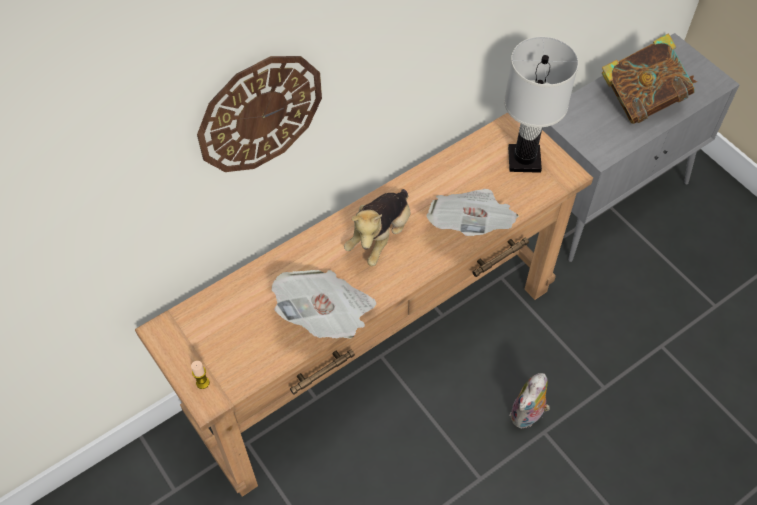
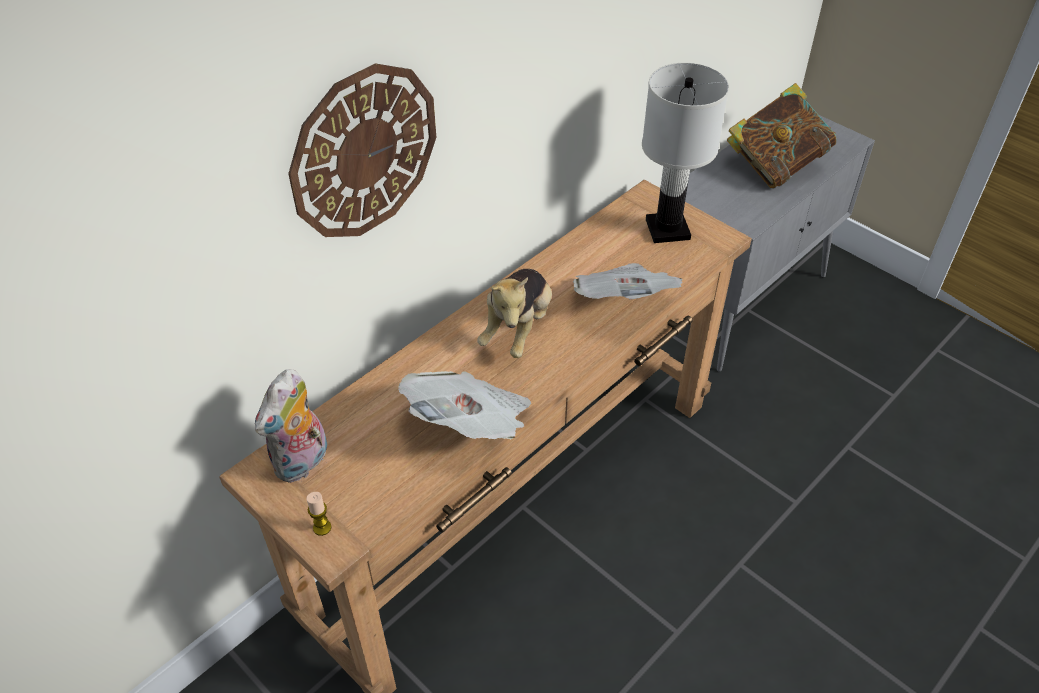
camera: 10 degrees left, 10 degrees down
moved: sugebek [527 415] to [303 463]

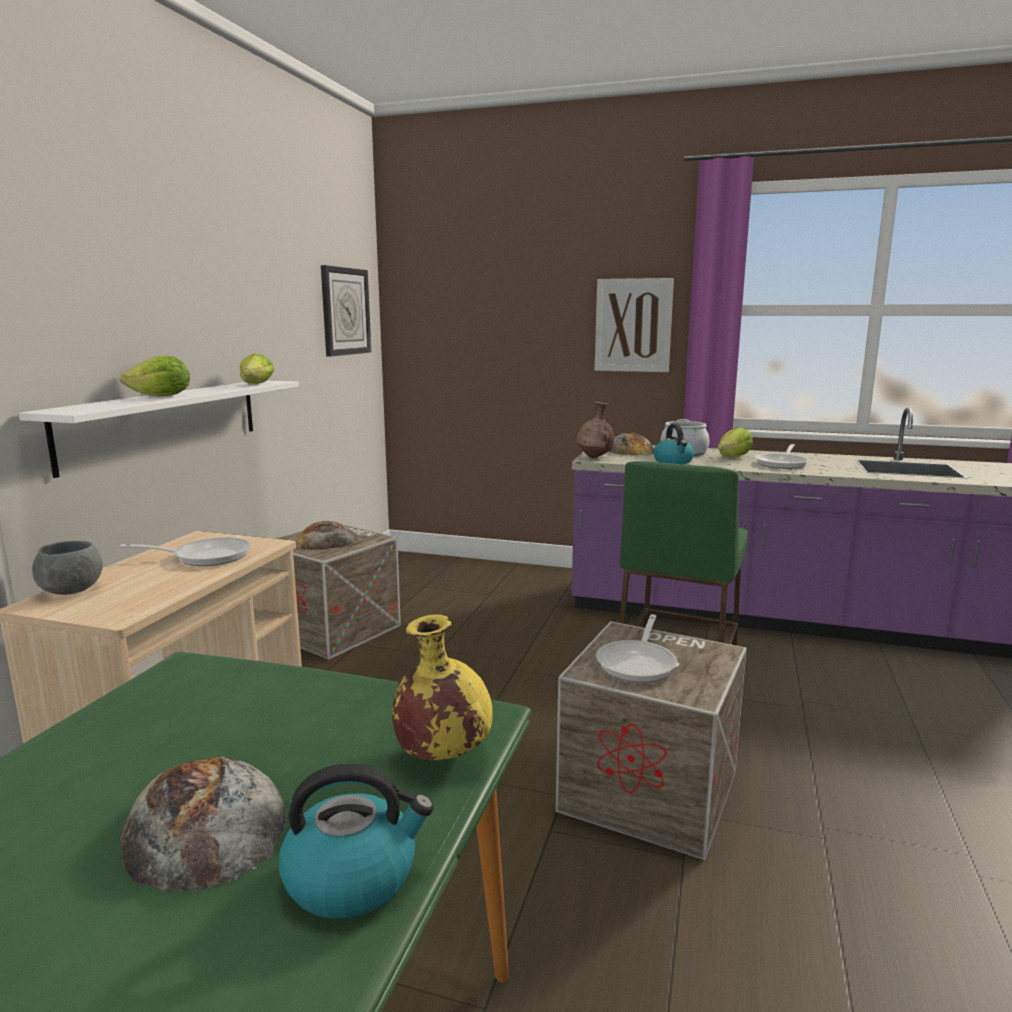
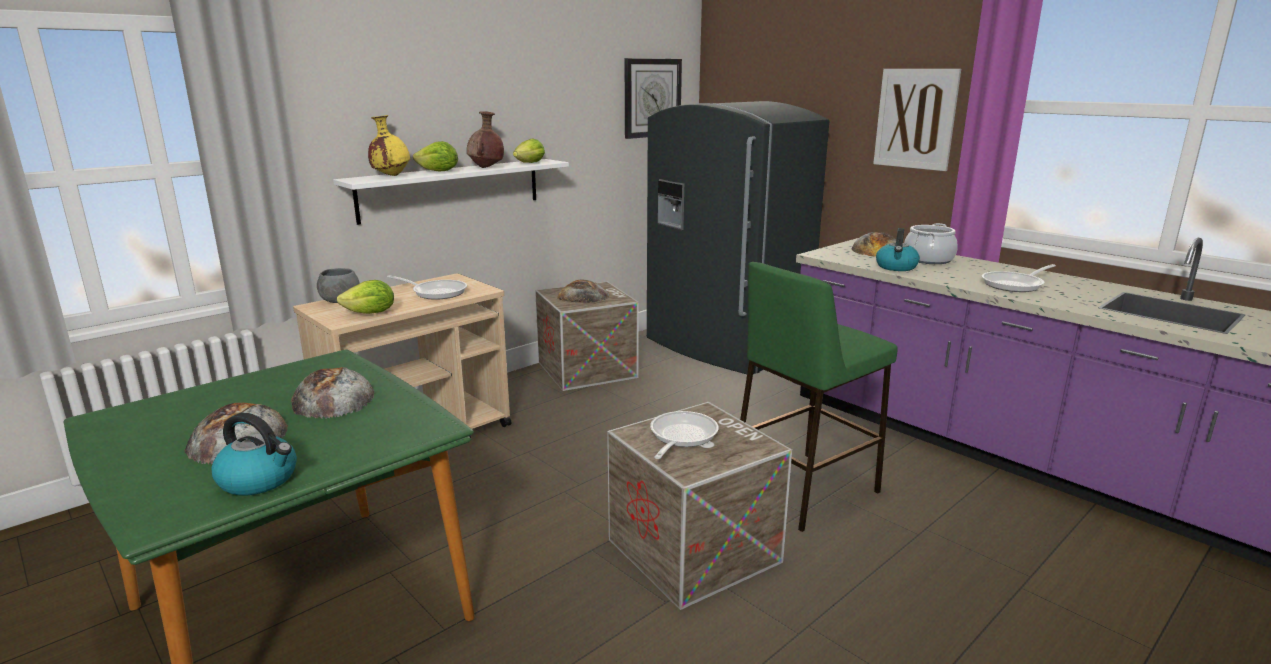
camera: 30 degrees right, 5 degrees up
added: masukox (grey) [724 347]; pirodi [332 398]
moved: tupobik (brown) [595 457] to [486 167]; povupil [734 457] to [371 313]; tupobik (yellow) [441 755] to [391 176]
turned: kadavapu [638 663] = [681 437] 150 degrees clockwise

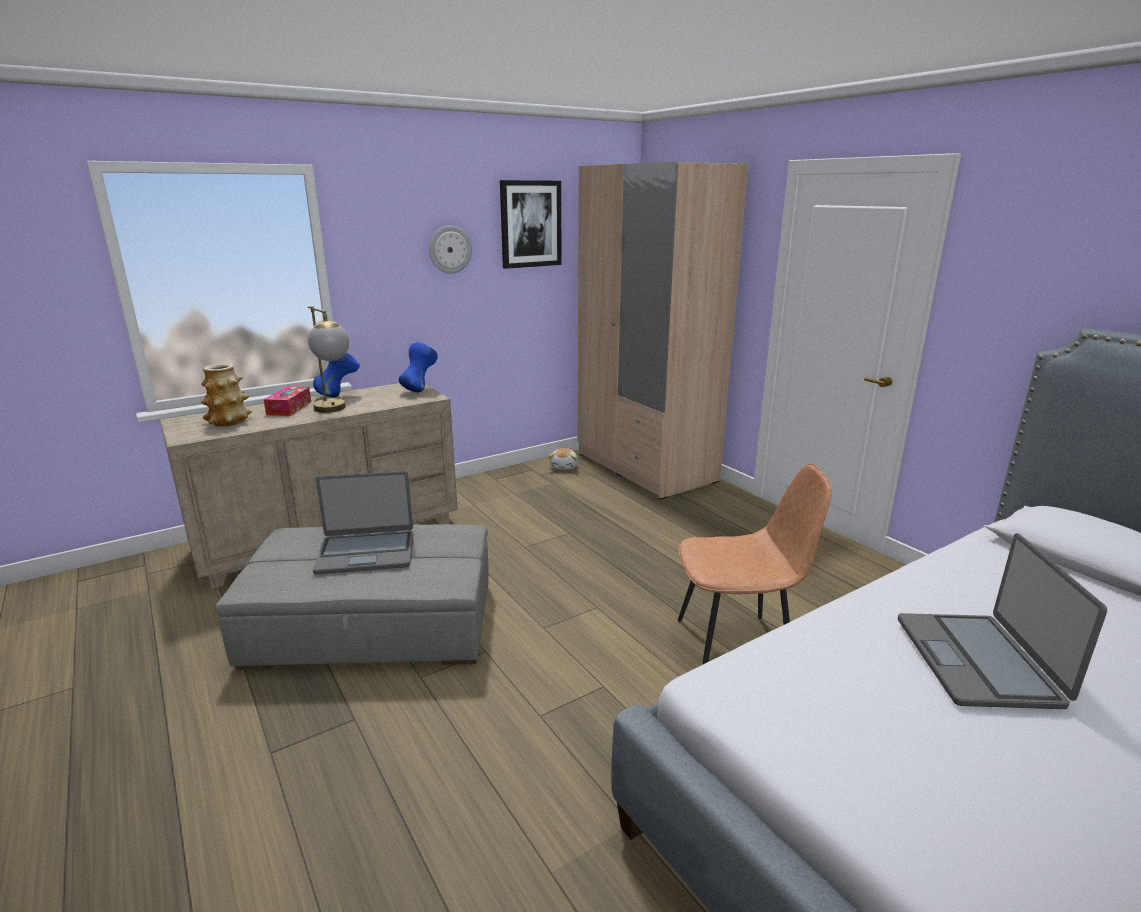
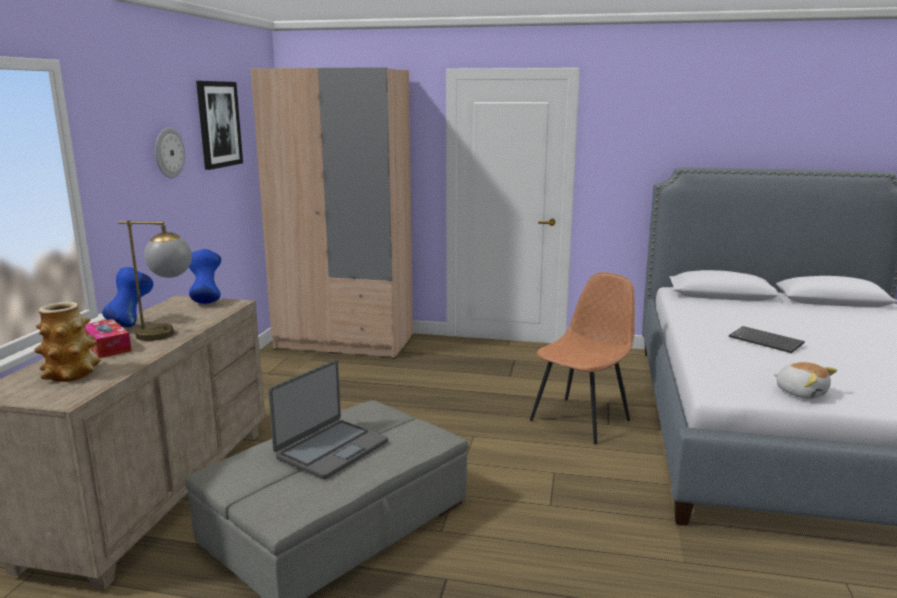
camera: 45 degrees left, 5 degrees down
moved: sugebek [564 466] to [801 392]
replaced: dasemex [978 661] to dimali [767 341]

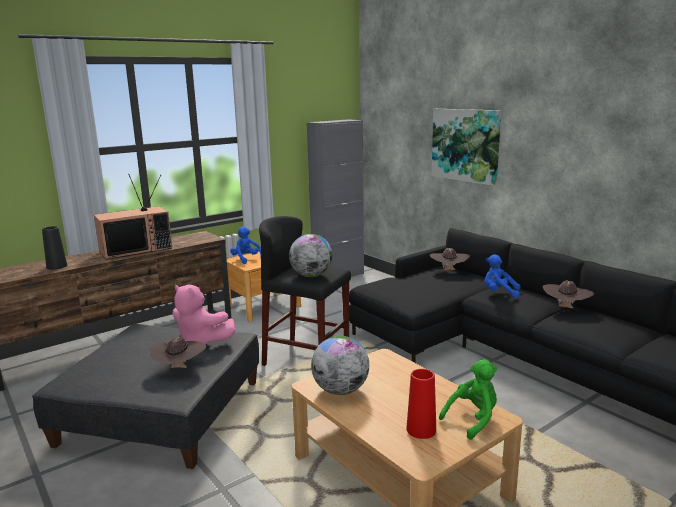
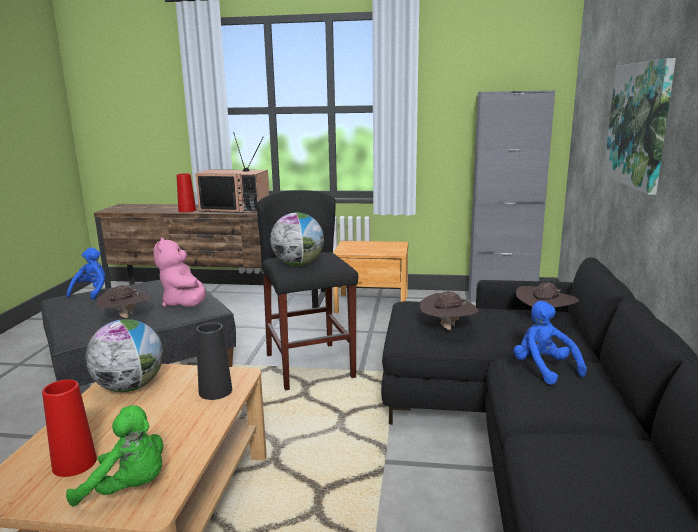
camera: 45 degrees right, 0 degrees up
added: tupobik (red) [187 210]
moved: tupobik (black) [57 266] to [215 391]; sugebek (blue) [246 259] to [92 292]; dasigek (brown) [565 308] to [447 329]

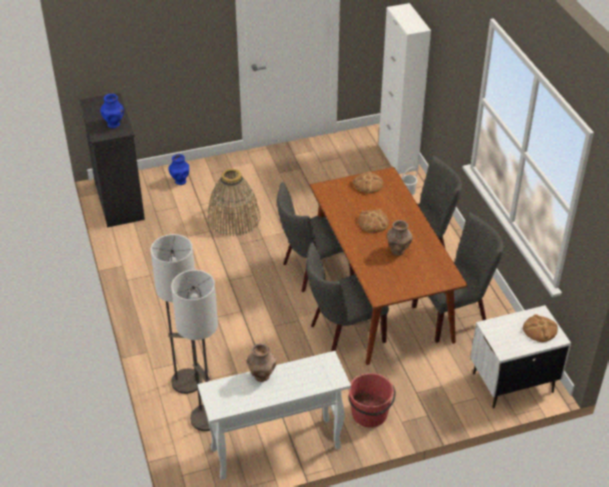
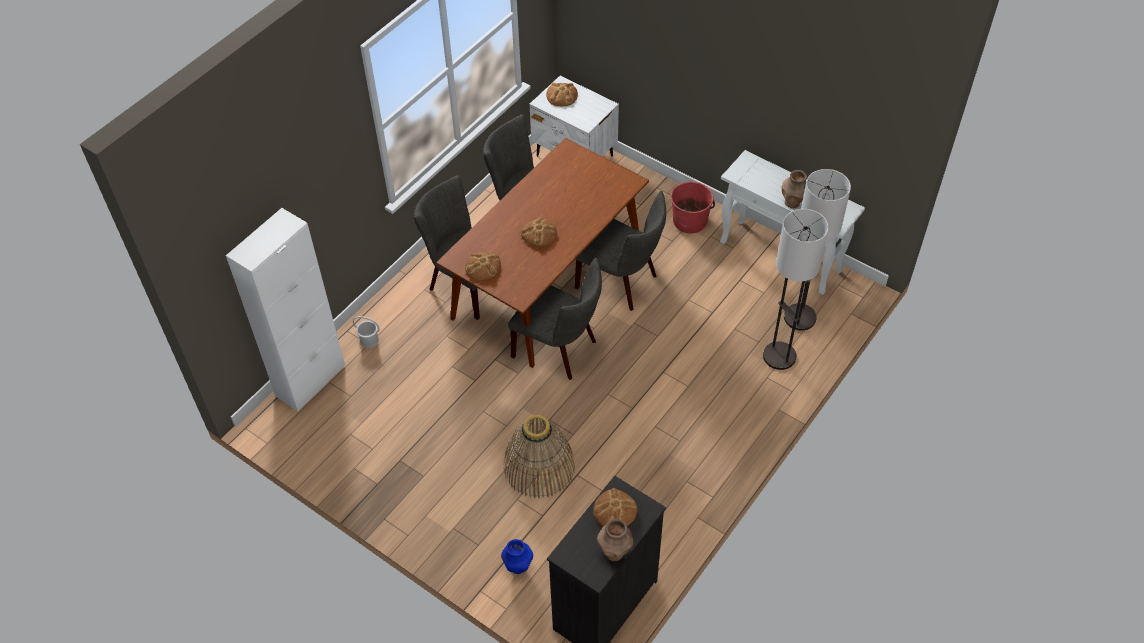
camera: 125 degrees left, 10 degrees up
moved: tupobik (brown) [397 251] to [614 552]
replaced: tupobik (blue) [114 124] to pirodi [615 510]

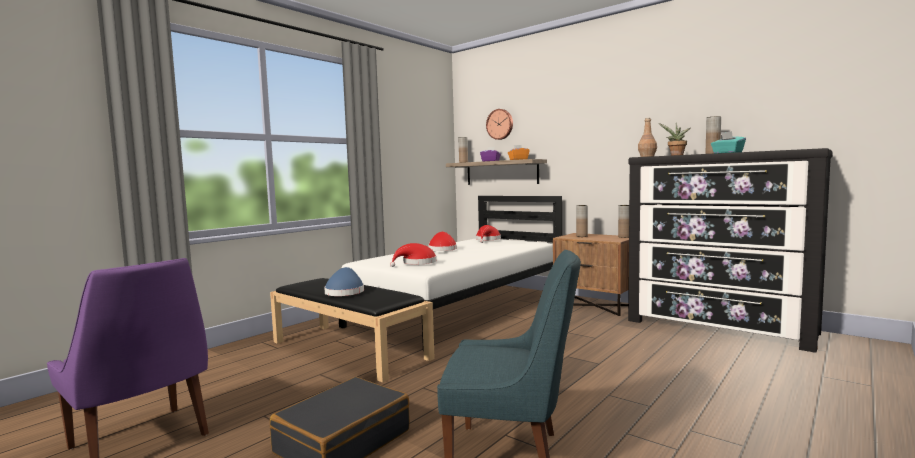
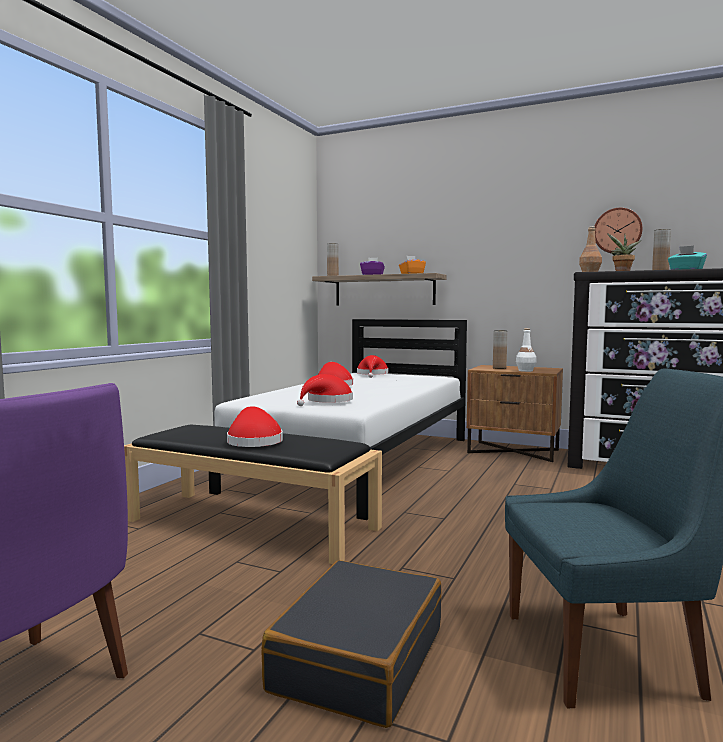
camera: 15 degrees left, 0 degrees up
removed: tupobik (brown) [624 237]
added: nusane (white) [525 371]
moved: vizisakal [500 124] to [617 231]
recoloured: dasigek (blue) [345 292] to dasigek (red) [253 441]

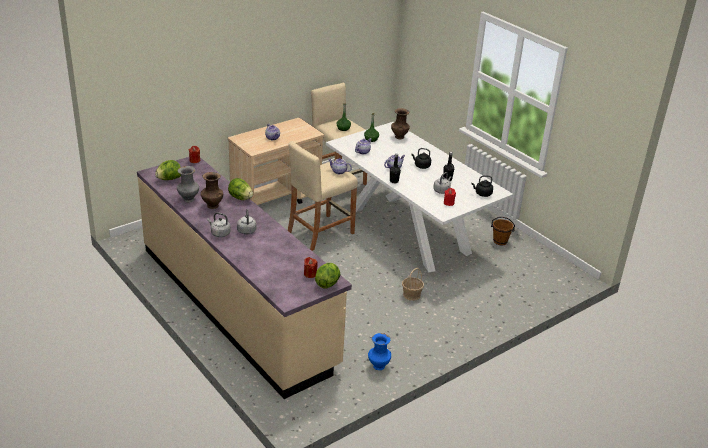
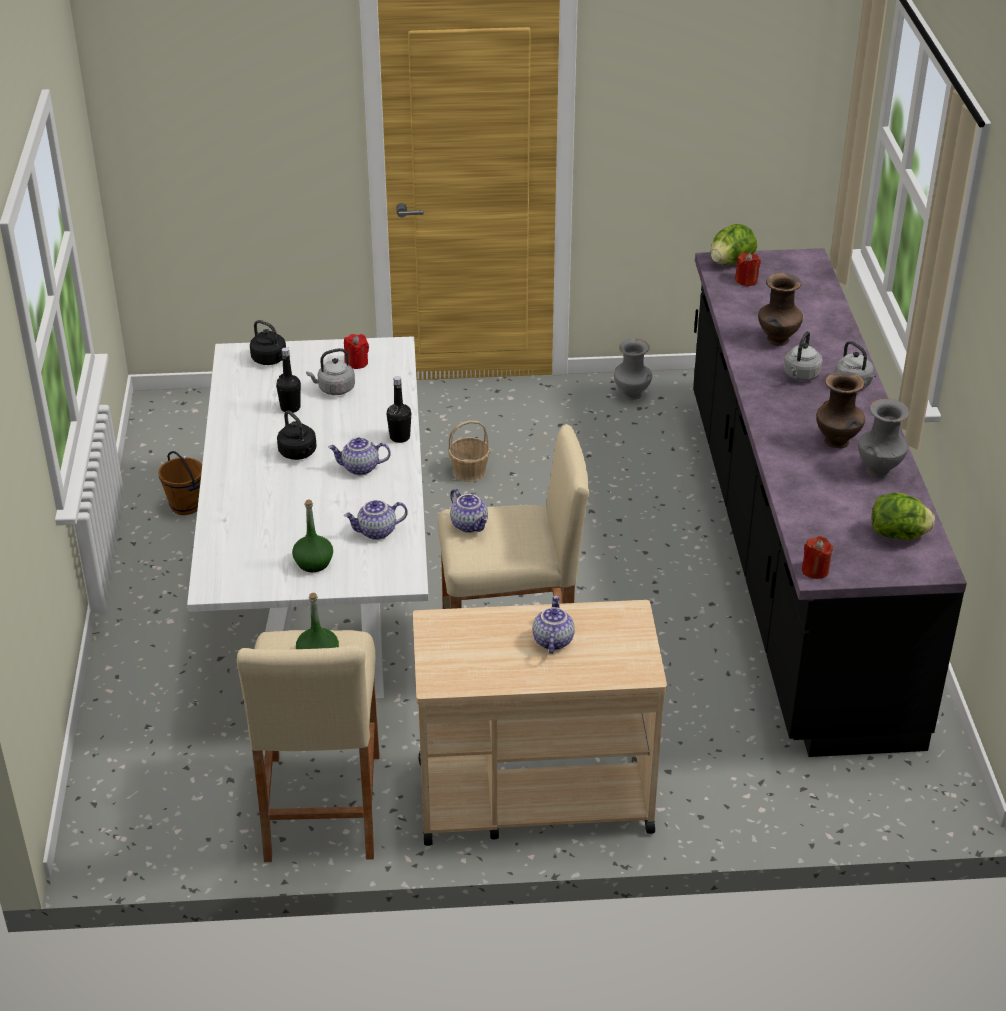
camera: 145 degrees left, 5 degrees up
removed: povupil [240 198]
moved: tupobik (brown) [399 137] to [777 340]
recoloured: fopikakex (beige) [237 305] to fopikakex (black) [792 558]; tupobik (blue) [378 366] to tupobik (grey) [632 395]

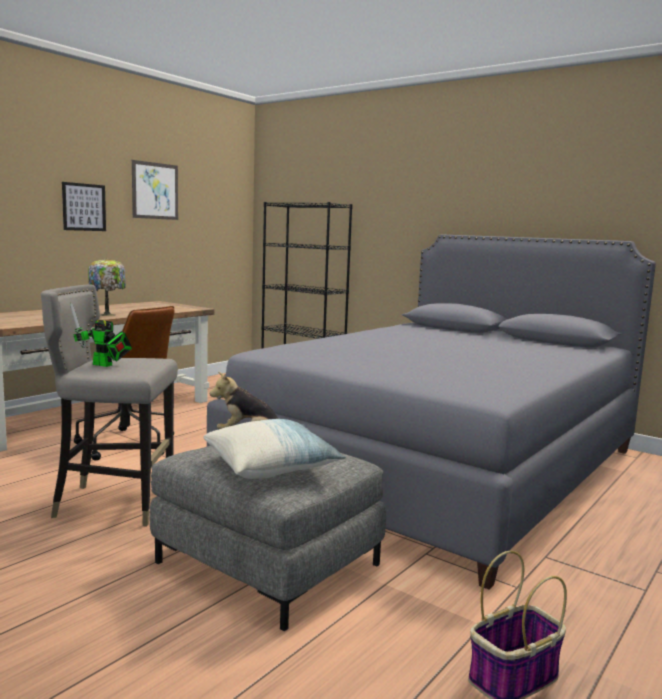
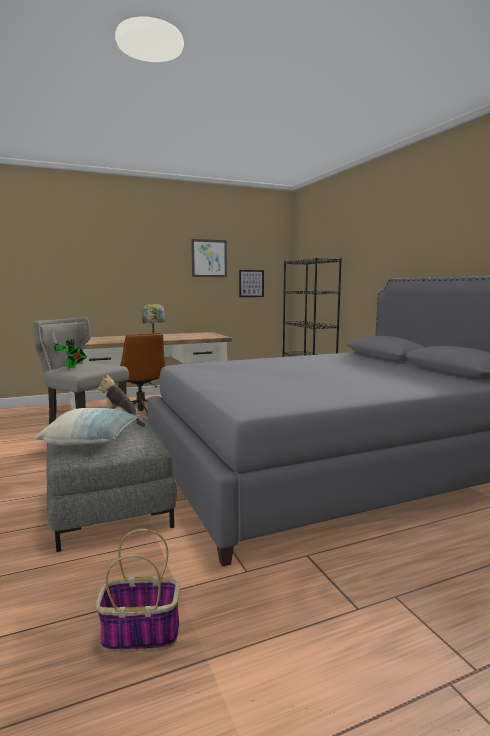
camera: 30 degrees right, 0 degrees up
moved: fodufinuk [84 207] to [251 283]

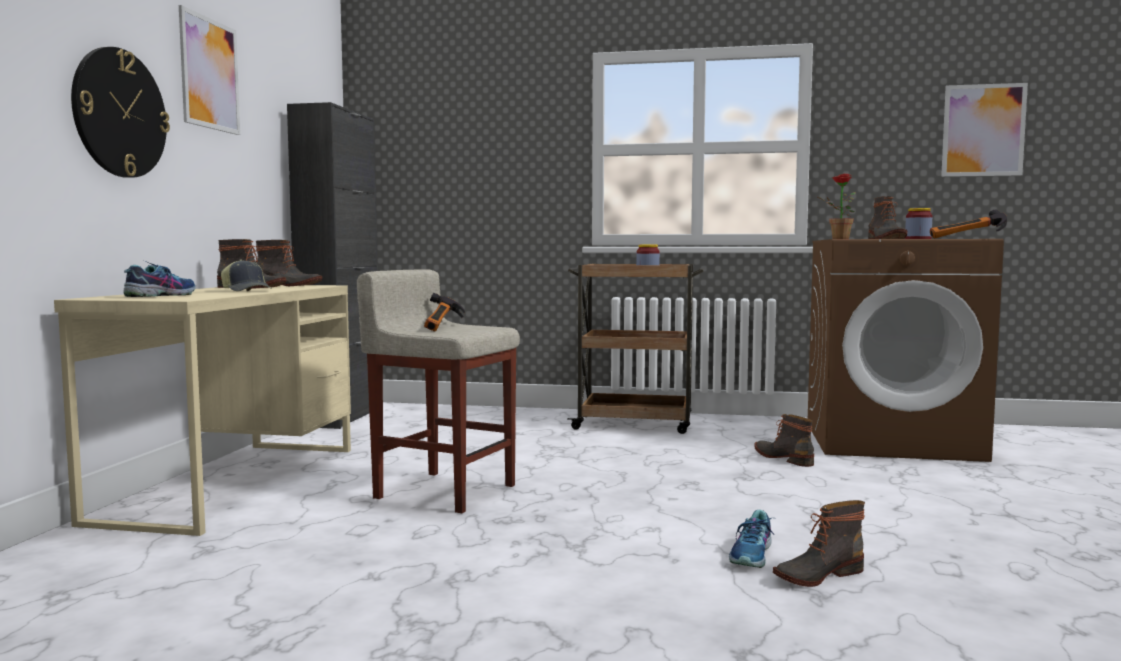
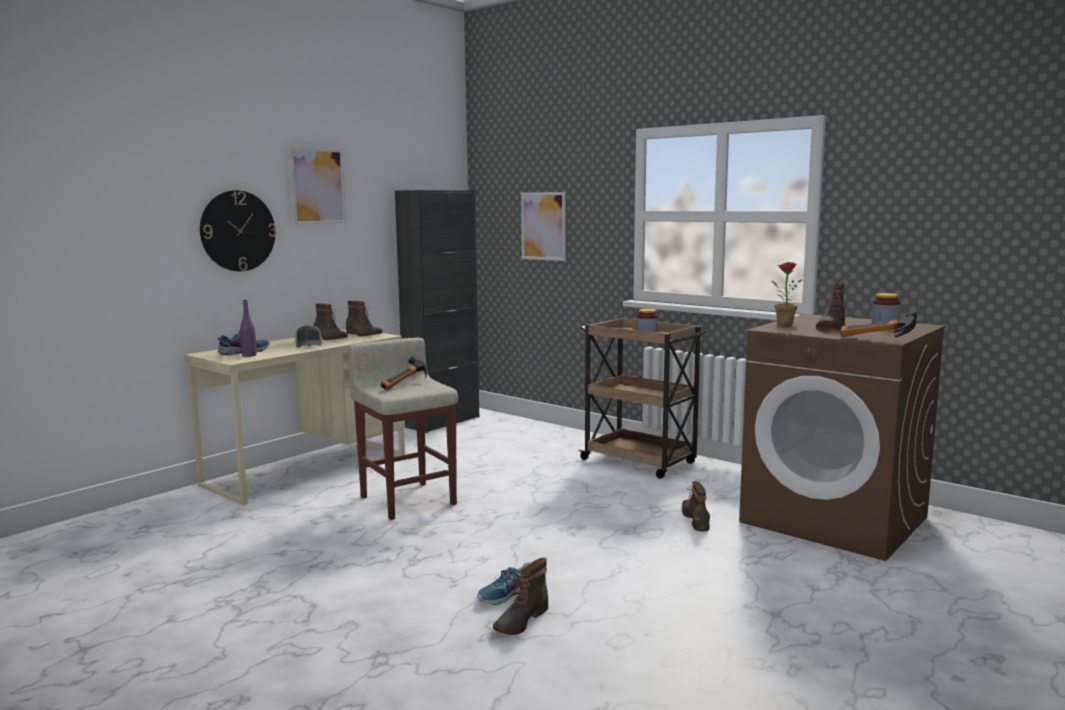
camera: 30 degrees right, 5 degrees up
added: nusane (purple) [249 355]
moved: fodufinuk [983 130] to [543 226]
turned: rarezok [817 575] = [520 620] 60 degrees counterclockwise

